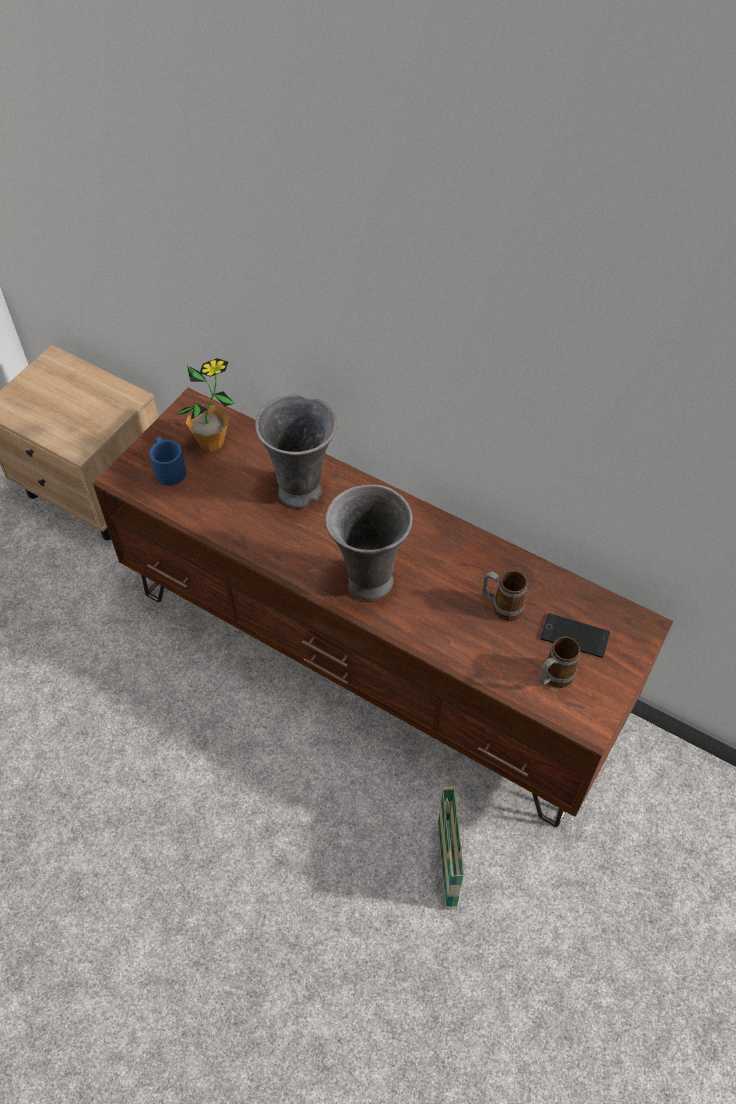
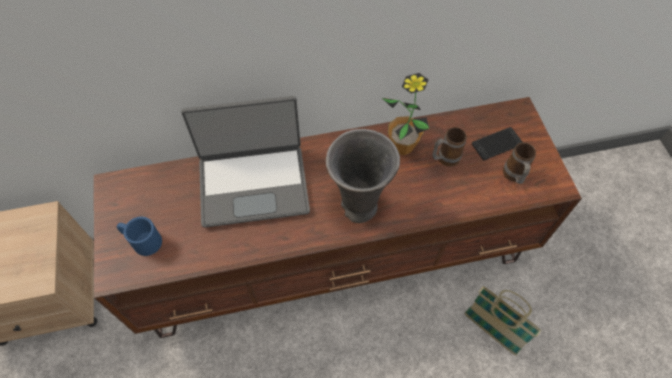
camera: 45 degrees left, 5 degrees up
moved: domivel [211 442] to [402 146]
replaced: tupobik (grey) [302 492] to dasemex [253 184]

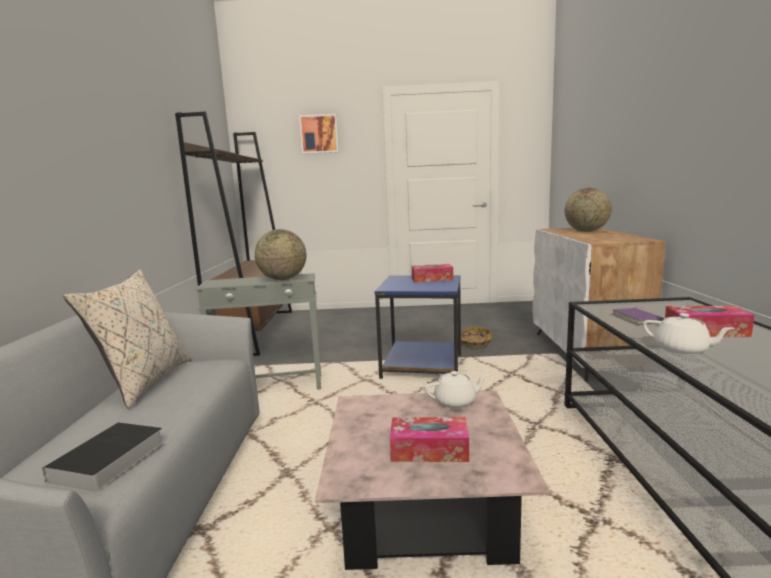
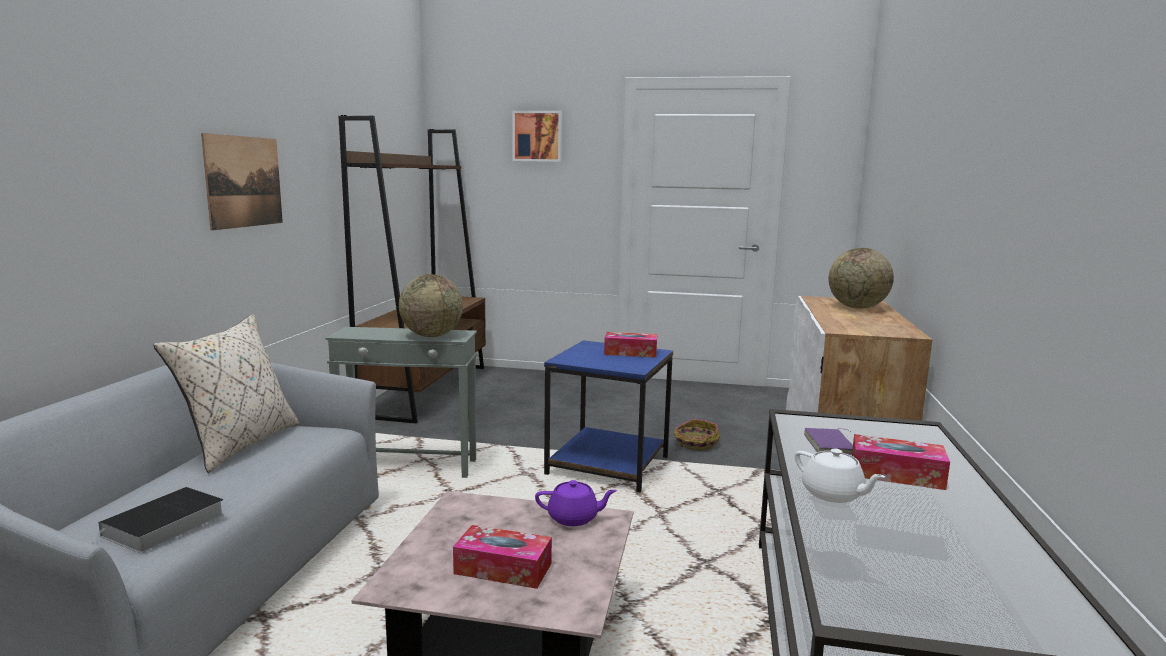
camera: 10 degrees right, 0 degrees up
added: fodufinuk [244 181]
recoloured: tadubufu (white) [456 402] to tadubufu (purple) [574 518]

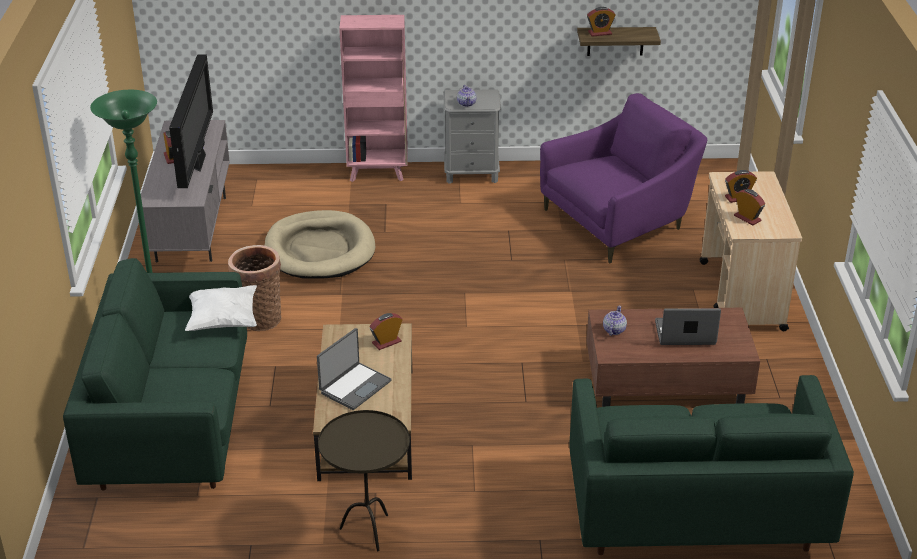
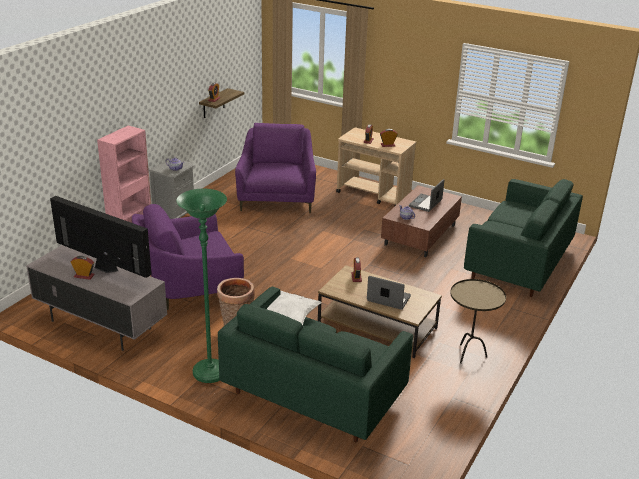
camera: 60 degrees left, 5 degrees down
replaced: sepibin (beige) [319 250] to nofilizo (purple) [189 287]
turned: dasemex [354 386] = [388 299] 45 degrees counterclockwise

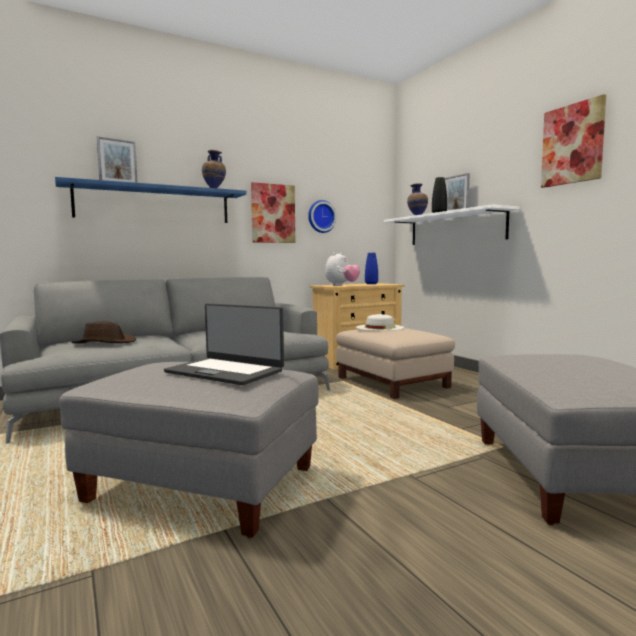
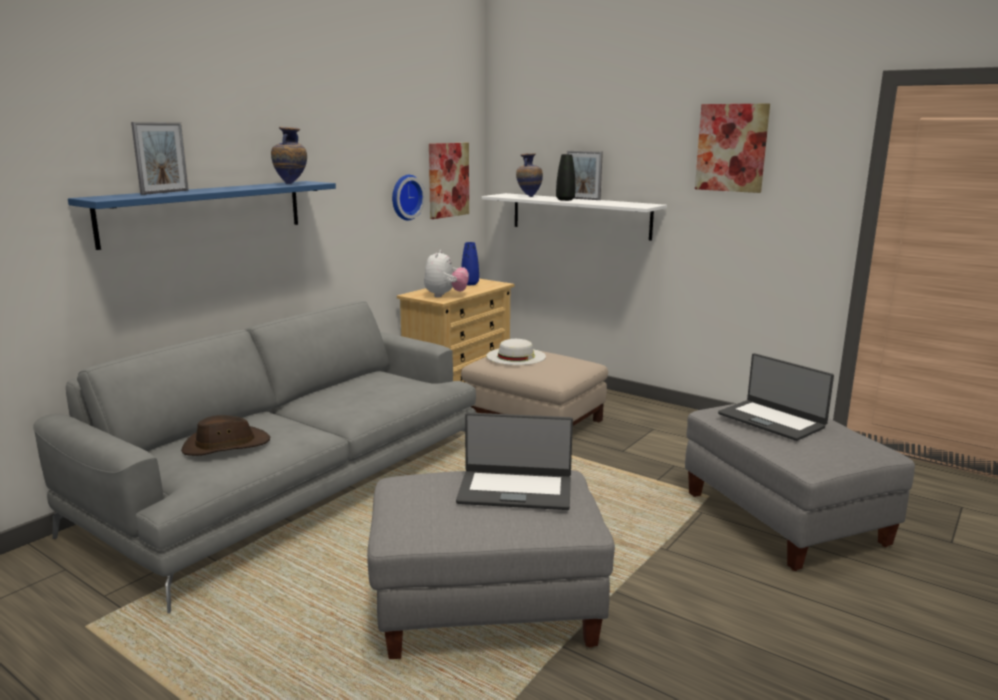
camera: 25 degrees left, 10 degrees up
added: dasemex [772 420]
moved: fodufinuk [273 213] to [448 180]

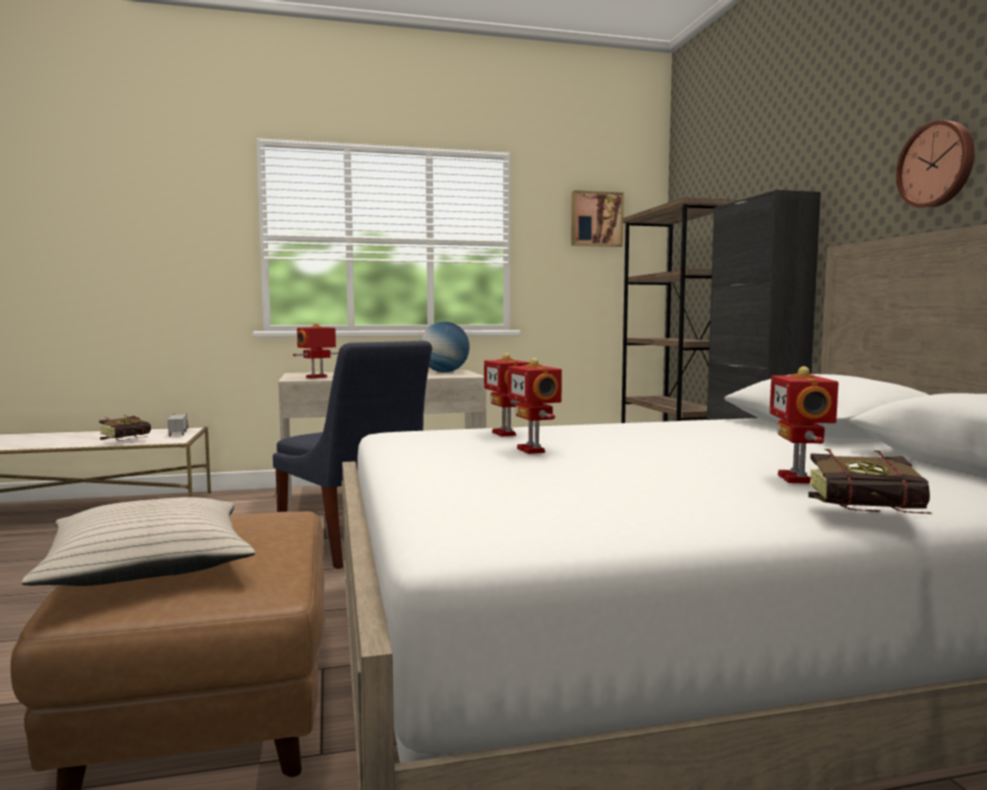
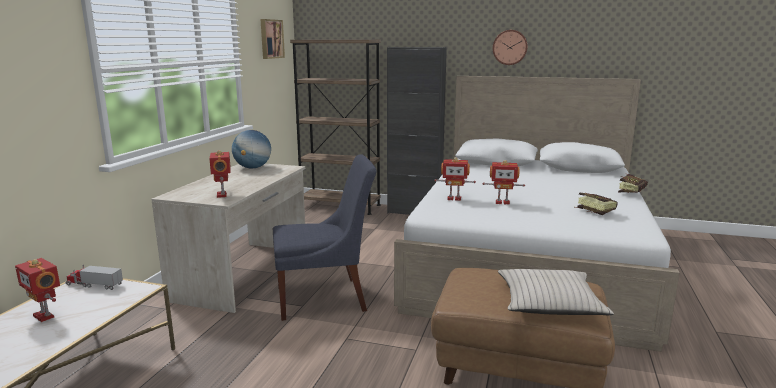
camera: 60 degrees left, 10 degrees up
moved: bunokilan [797 479] to [45 316]; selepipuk [130 441] to [592 211]

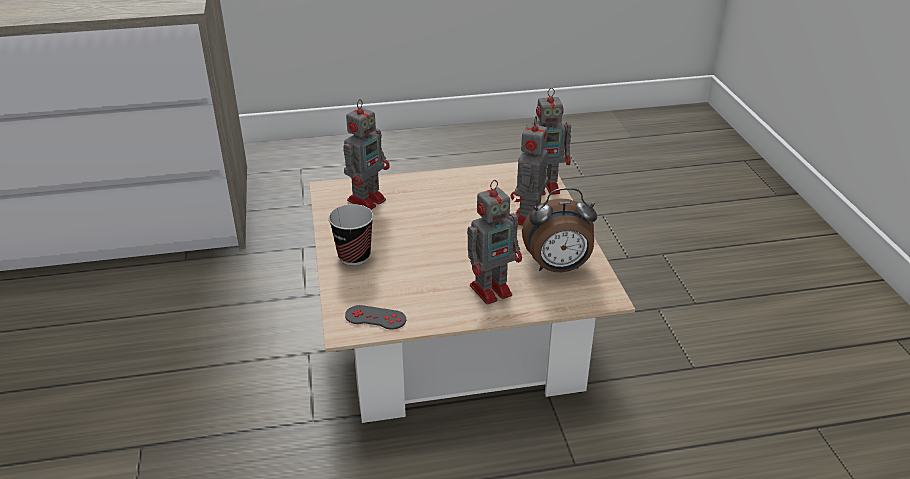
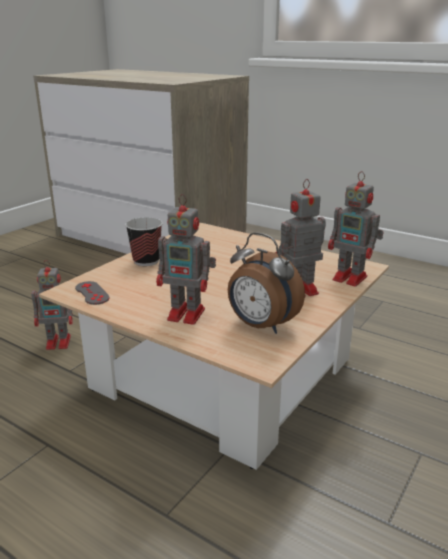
camera: 45 degrees right, 10 degrees down
moved: bunokilan [368 199] to [60 342]

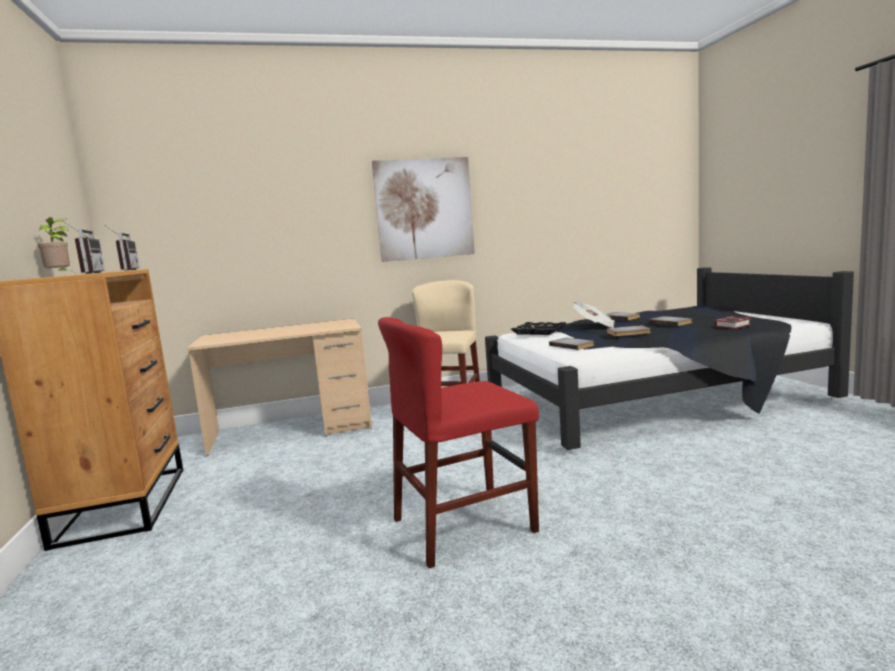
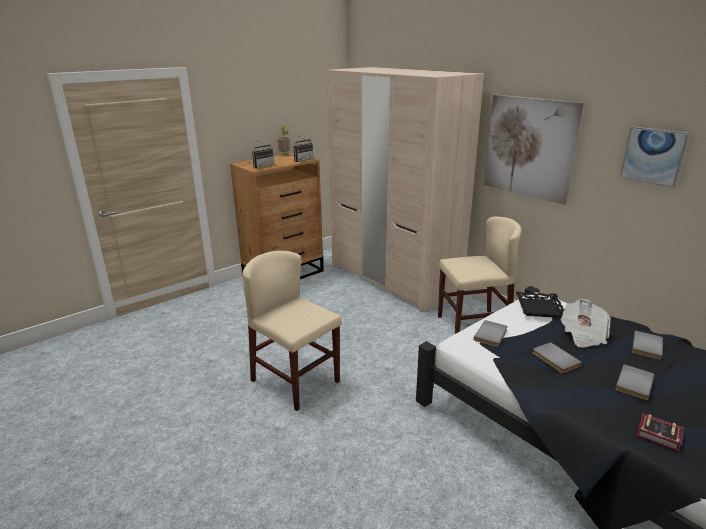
camera: 65 degrees right, 15 degrees up
added: fodufinuk [653 156]
replaced: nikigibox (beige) [292 430] to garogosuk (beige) [393 279]
recoloured: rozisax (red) [464 525] to rozisax (beige) [295 381]

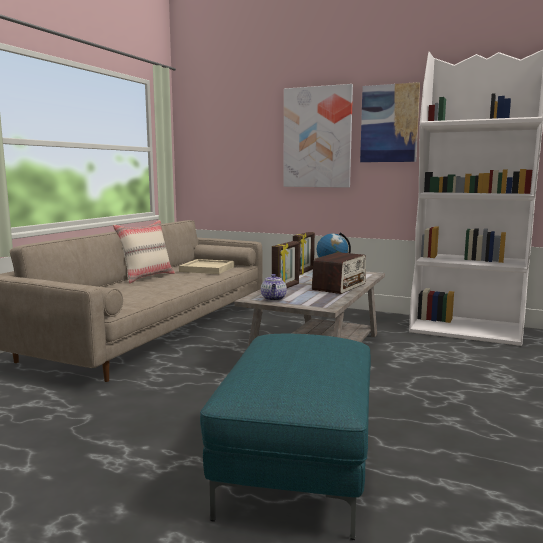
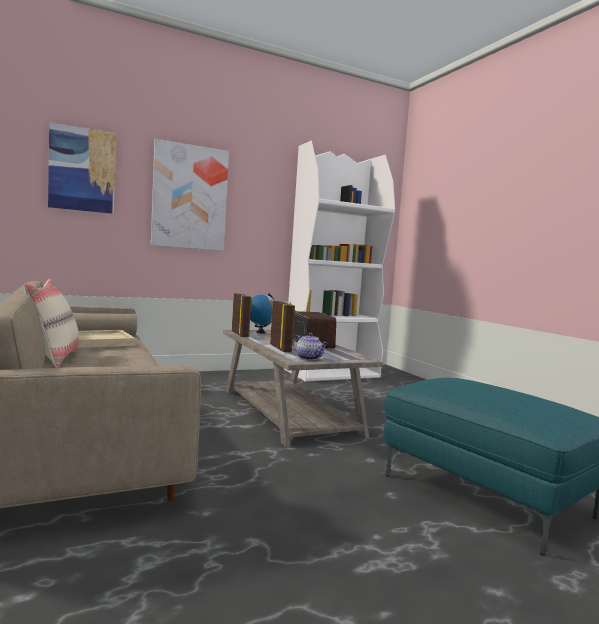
camera: 50 degrees left, 5 degrees down
moved: fodufinuk [389 123] to [82 169]

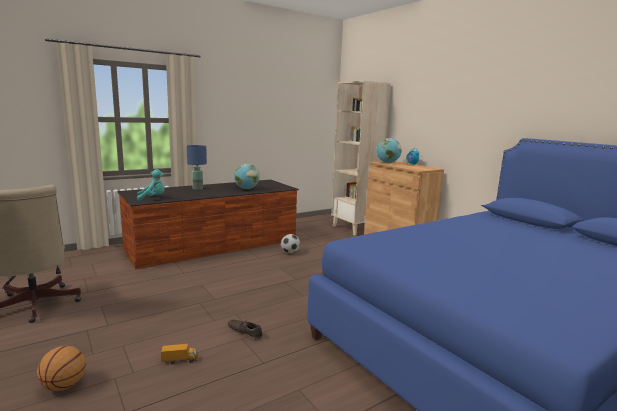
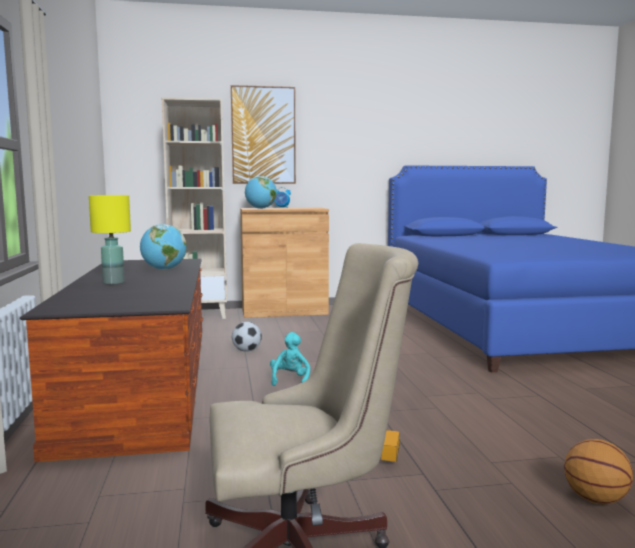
camera: 65 degrees left, 5 degrees down
removed: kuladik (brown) [245 332]
added: fodufinuk [263 135]
moved: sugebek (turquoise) [152 198] to [290 380]; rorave [180 361] to [390 456]
recoloured: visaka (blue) [197 189] to visaka (yellow) [114 283]

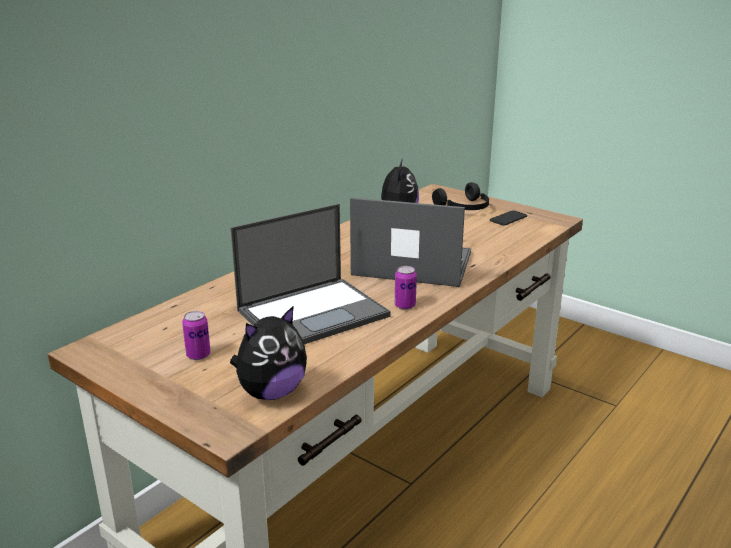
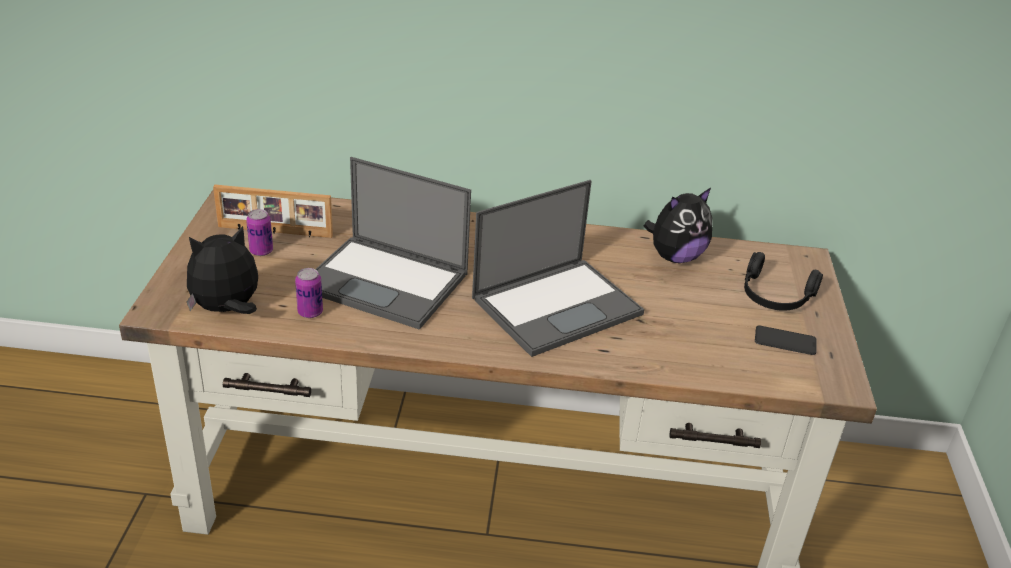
camera: 55 degrees right, 10 degrees up
added: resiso [275 232]
moved: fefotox [405 305] to [310 312]
turned: dasemex [410 264] = [558 305] 75 degrees clockwise; sugebek [271 392] = [227 309] 135 degrees clockwise

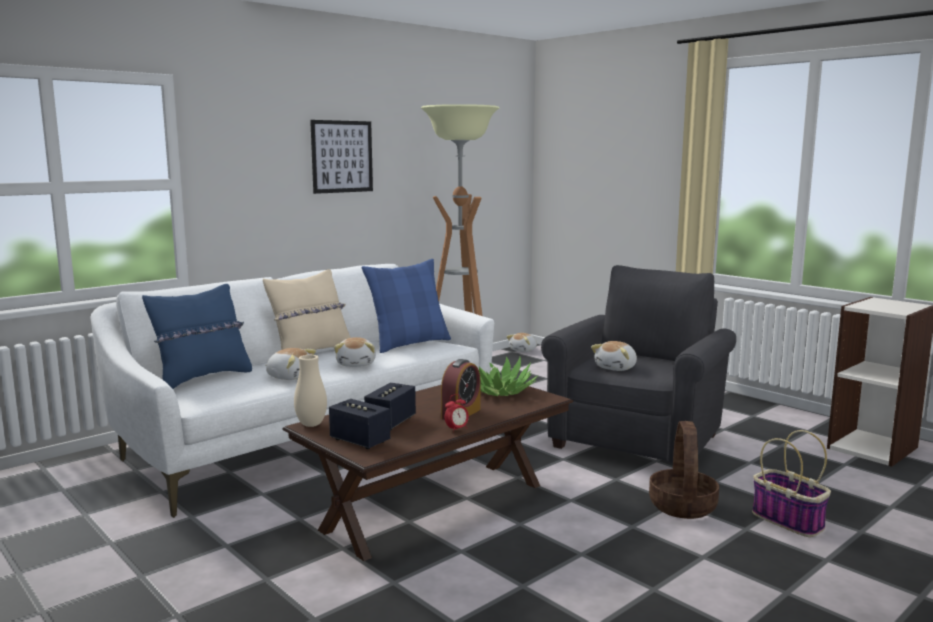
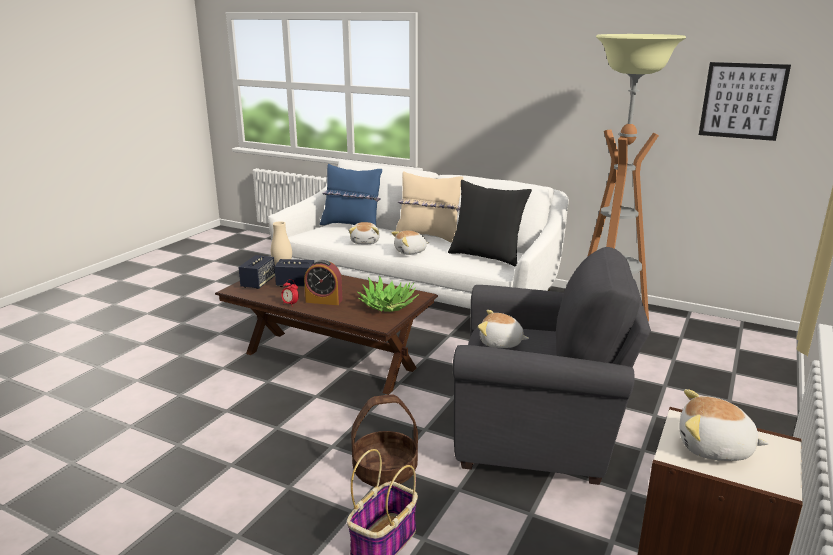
camera: 70 degrees right, 10 degrees up
moved: fodufinuk [342 156] to [742 101]; sugebek [523 350] to [714 448]
recoloured: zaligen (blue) [409 344] to zaligen (black) [486 256]

